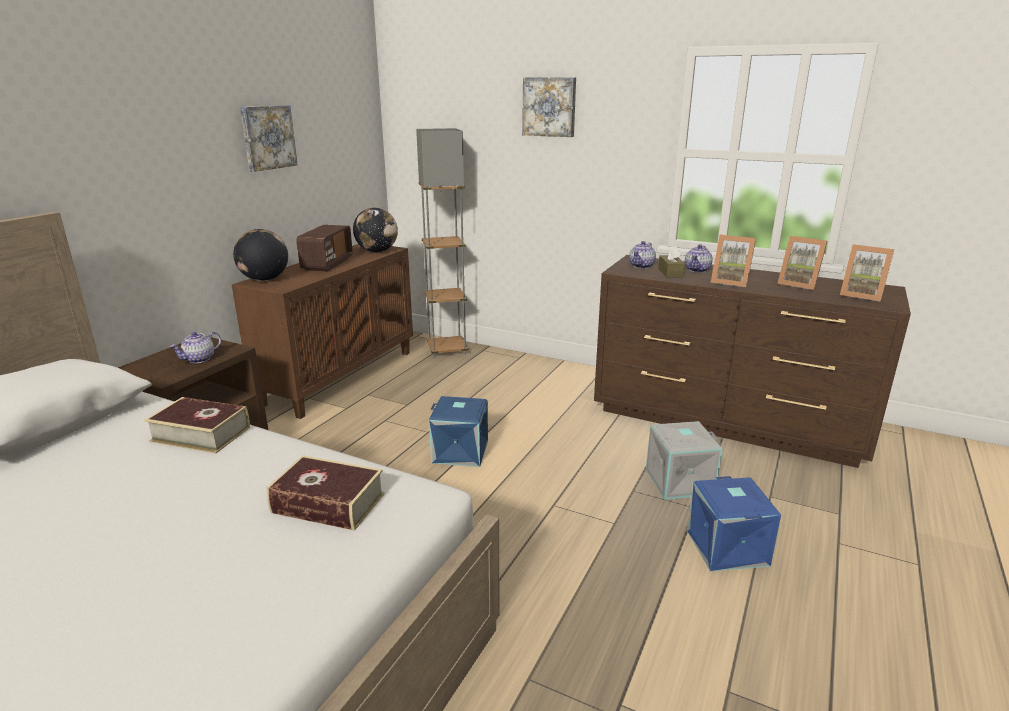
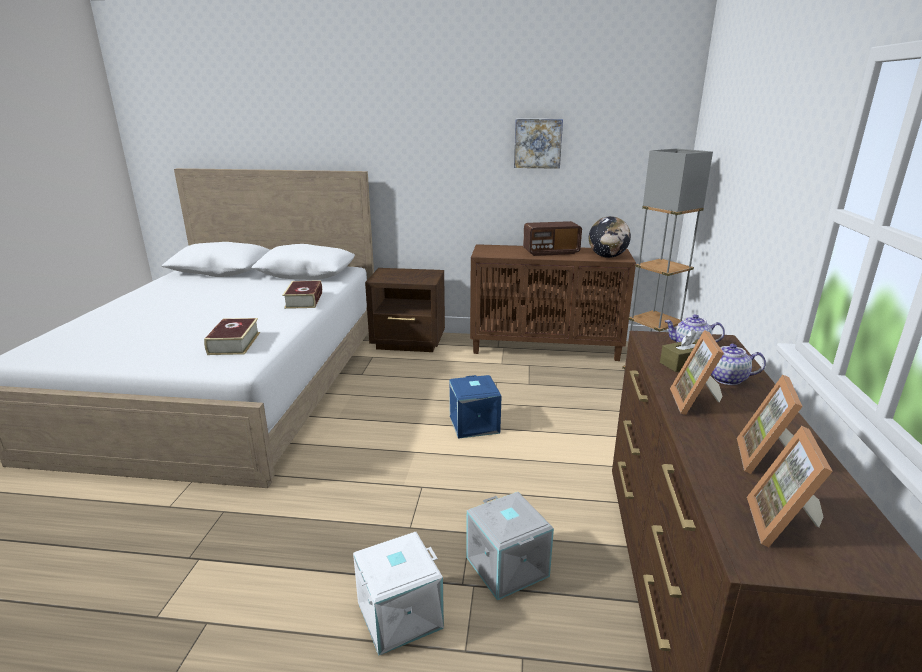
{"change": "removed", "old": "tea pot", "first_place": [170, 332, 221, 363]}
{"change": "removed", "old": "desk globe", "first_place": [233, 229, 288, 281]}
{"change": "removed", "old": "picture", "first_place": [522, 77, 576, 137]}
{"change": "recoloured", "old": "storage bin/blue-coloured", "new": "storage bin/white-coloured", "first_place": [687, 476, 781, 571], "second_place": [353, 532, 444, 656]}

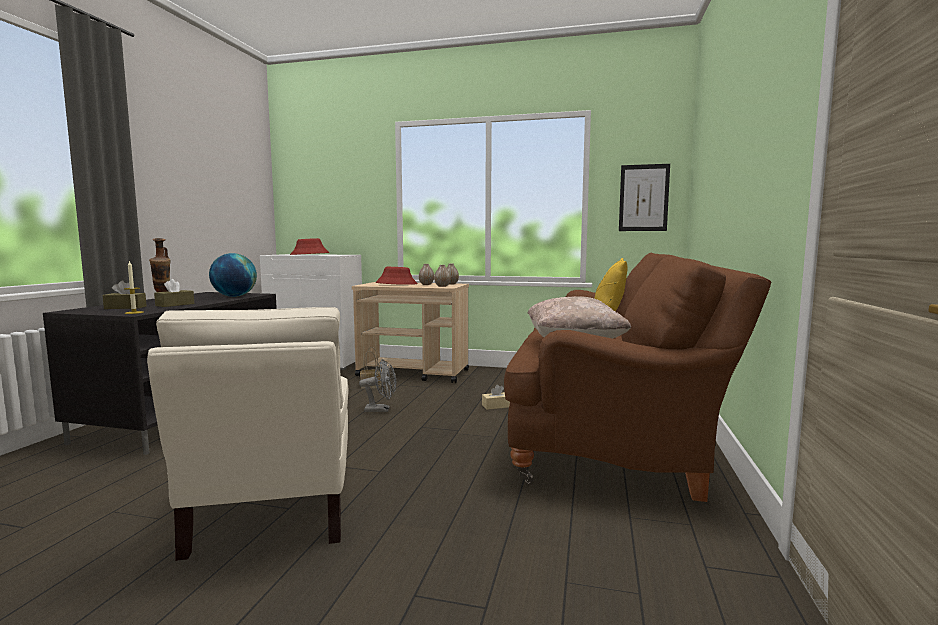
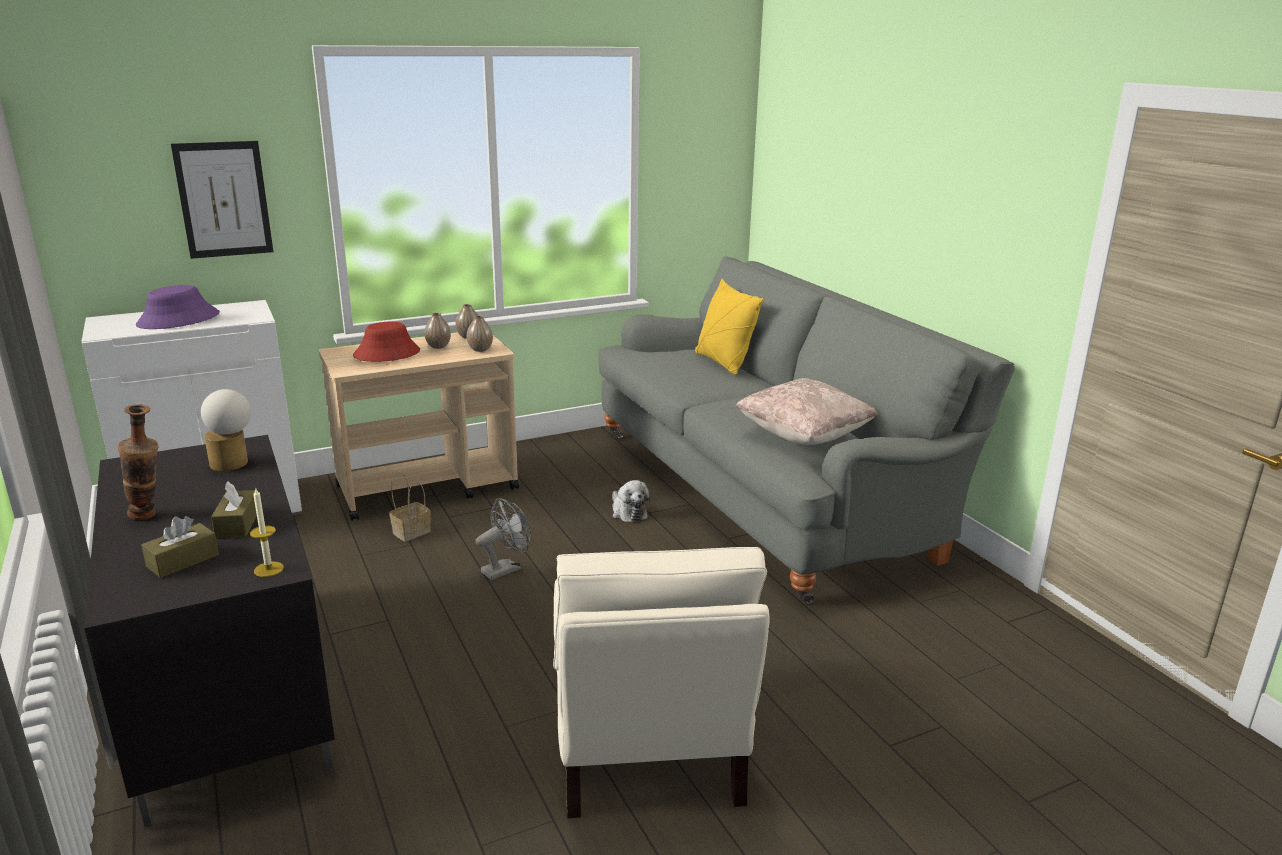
{"change": "turned", "old": "armchair/sand-coloured", "first_place": [147, 307, 349, 561], "second_place": [553, 547, 770, 818], "degrees": 45}
{"change": "replaced", "old": "desk globe", "new": "tabletop lamp", "first_place": [209, 253, 257, 297], "second_place": [201, 389, 251, 471]}
{"change": "recoloured", "old": "clothing hat/red-coloured", "new": "clothing hat/purplish", "first_place": [290, 238, 330, 255], "second_place": [136, 285, 220, 329]}
{"change": "replaced", "old": "box of tissues/sand-coloured", "new": "soft toy", "first_place": [482, 385, 510, 410], "second_place": [612, 480, 650, 523]}
{"change": "recoloured", "old": "settee/brownish", "new": "settee/grey", "first_place": [504, 253, 772, 502], "second_place": [598, 256, 1015, 604]}
{"change": "moved", "old": "picture", "first_place": [619, 164, 670, 231], "second_place": [171, 141, 273, 259]}

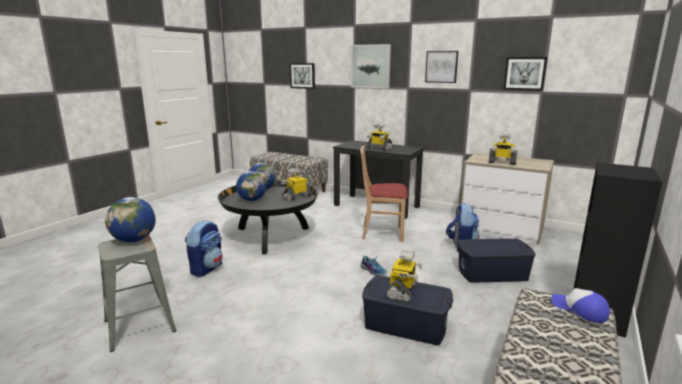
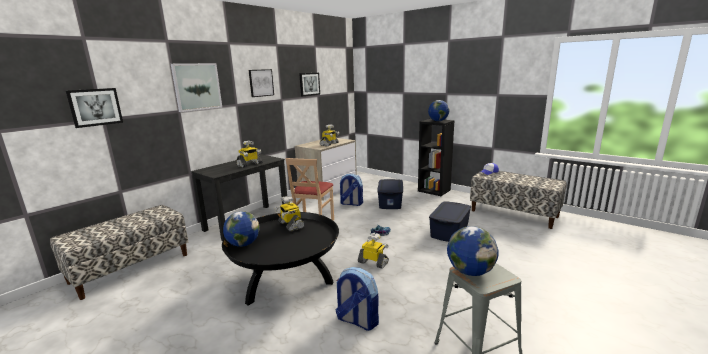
{"change": "moved", "old": "desk globe", "first_place": [236, 171, 266, 201], "second_place": [428, 100, 450, 121]}
{"change": "moved", "old": "toy robot", "first_place": [386, 250, 423, 302], "second_place": [358, 233, 389, 269]}

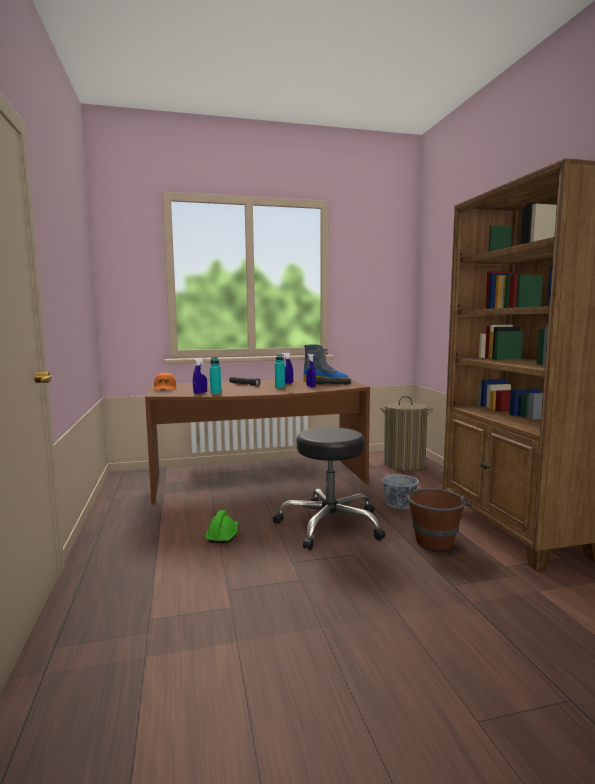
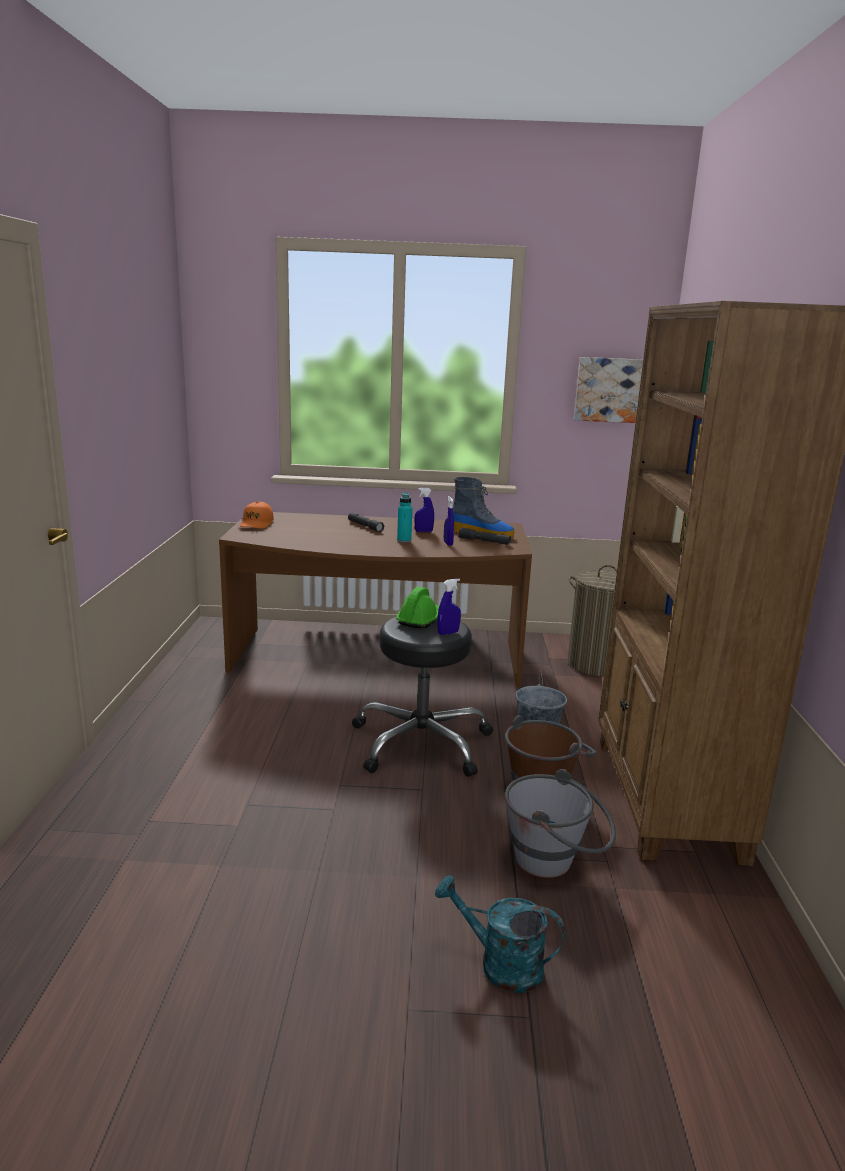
{"change": "moved", "old": "spray bottle/blue-coloured", "first_place": [193, 357, 207, 394], "second_place": [438, 578, 461, 635]}
{"change": "moved", "old": "hard hat/greenish", "first_place": [205, 510, 239, 543], "second_place": [396, 587, 439, 629]}
{"change": "removed", "old": "drink bottle/blue-green", "first_place": [210, 357, 221, 394]}
{"change": "added", "new": "watering pot/blue-green", "second_place": [435, 875, 565, 993]}
{"change": "added", "new": "bucket/grey", "second_place": [505, 769, 616, 878]}
{"change": "added", "new": "picture", "second_place": [574, 357, 643, 423]}

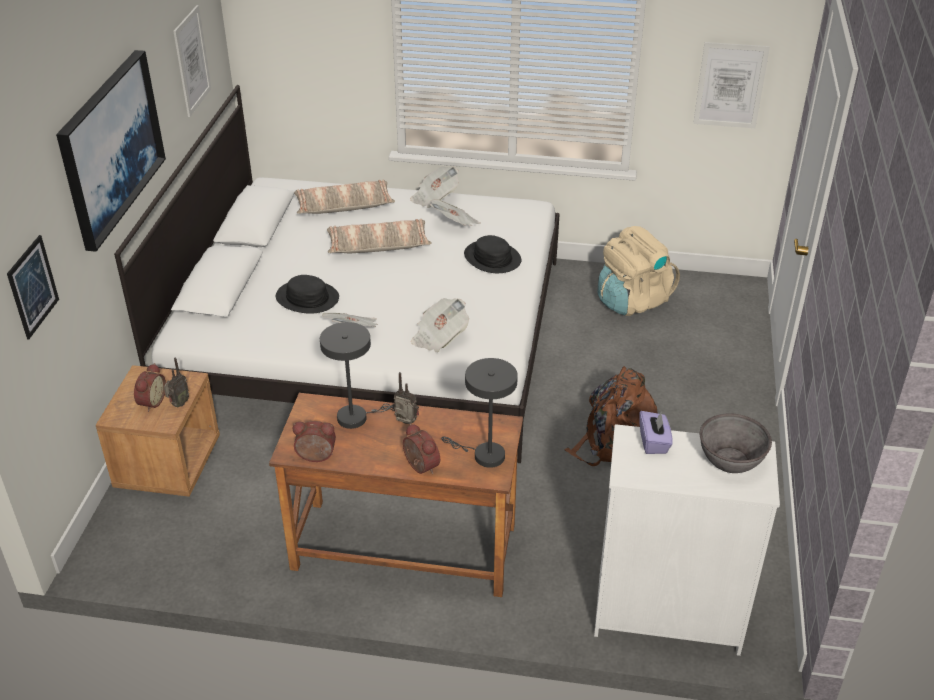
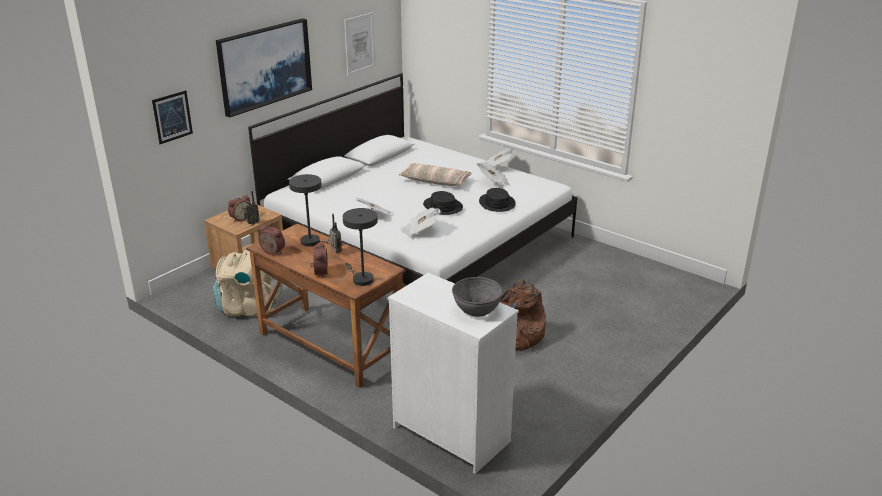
{"change": "moved", "old": "clothing hat/black-coloured", "first_place": [276, 275, 339, 314], "second_place": [423, 191, 463, 215]}
{"change": "removed", "old": "cushion", "first_place": [294, 180, 395, 214]}
{"change": "moved", "old": "knapsack/sand-coloured", "first_place": [598, 226, 680, 316], "second_place": [212, 250, 283, 316]}
{"change": "removed", "old": "box of tissues/purplish", "first_place": [639, 411, 673, 454]}
{"change": "removed", "old": "picture", "first_place": [693, 42, 770, 128]}

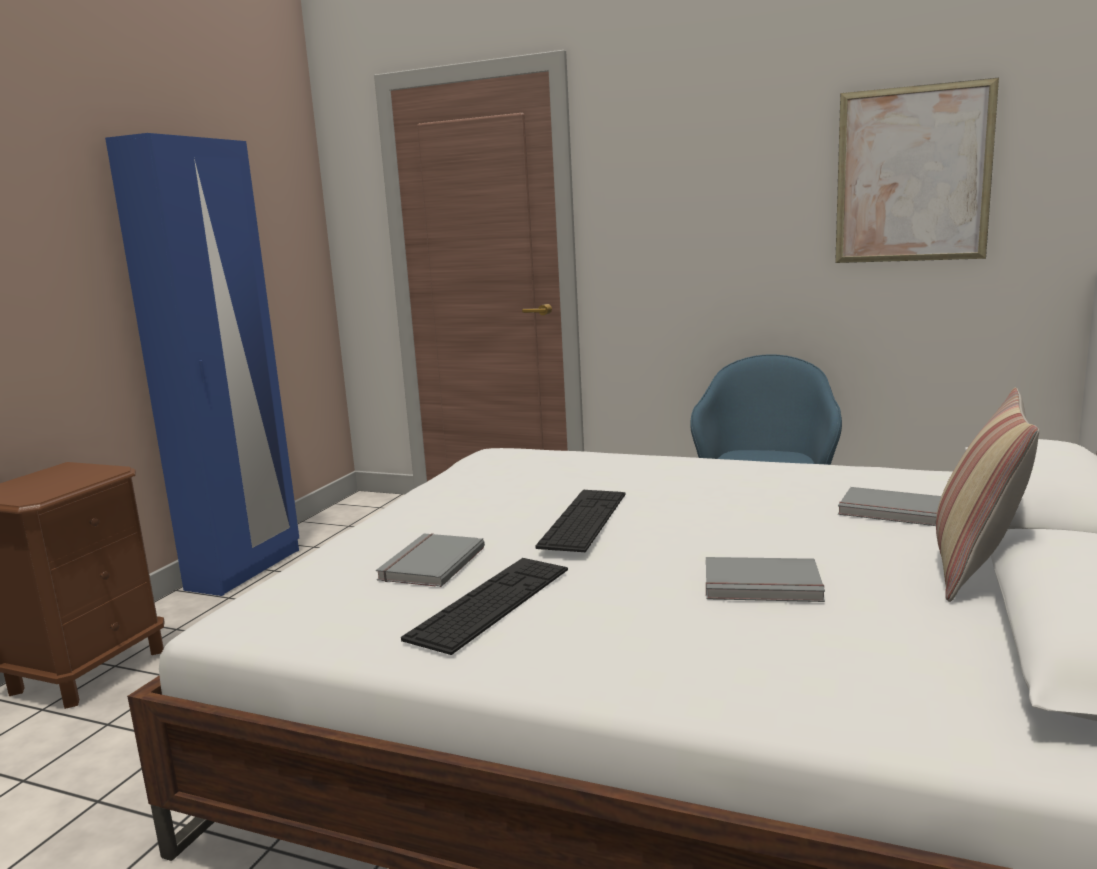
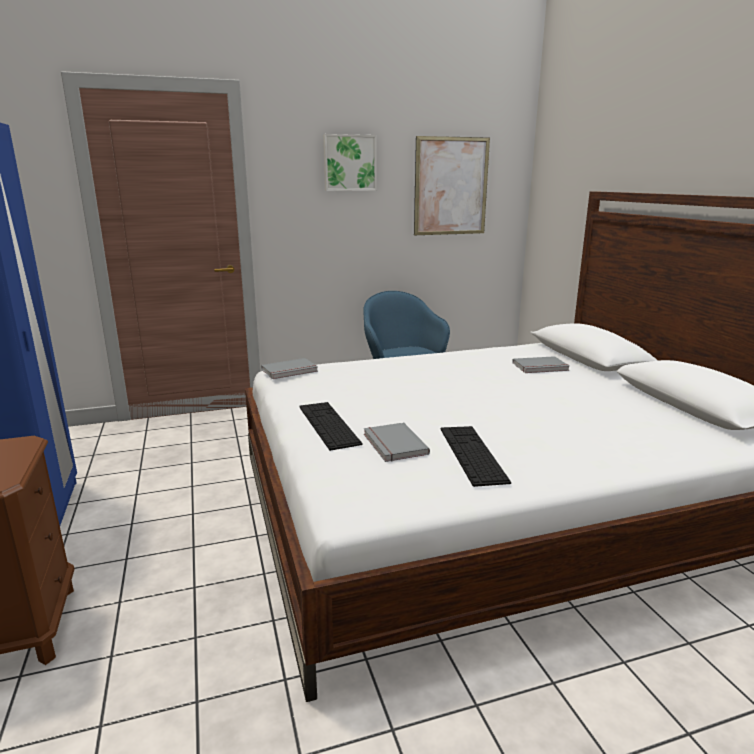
{"change": "moved", "old": "keyboard", "first_place": [535, 490, 626, 552], "second_place": [299, 402, 363, 451]}
{"change": "moved", "old": "bound book/grey", "first_place": [706, 557, 825, 602], "second_place": [261, 358, 318, 379]}
{"change": "removed", "old": "cushion", "first_place": [936, 387, 1039, 602]}
{"change": "added", "new": "picture", "second_place": [323, 134, 377, 191]}

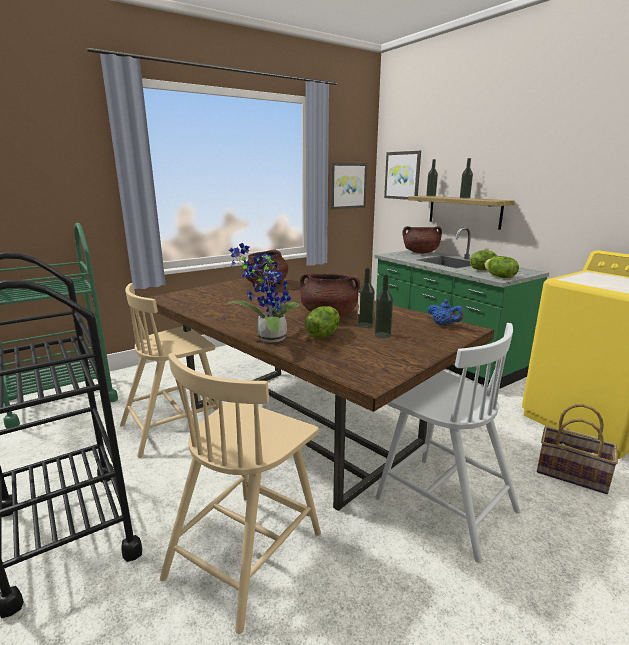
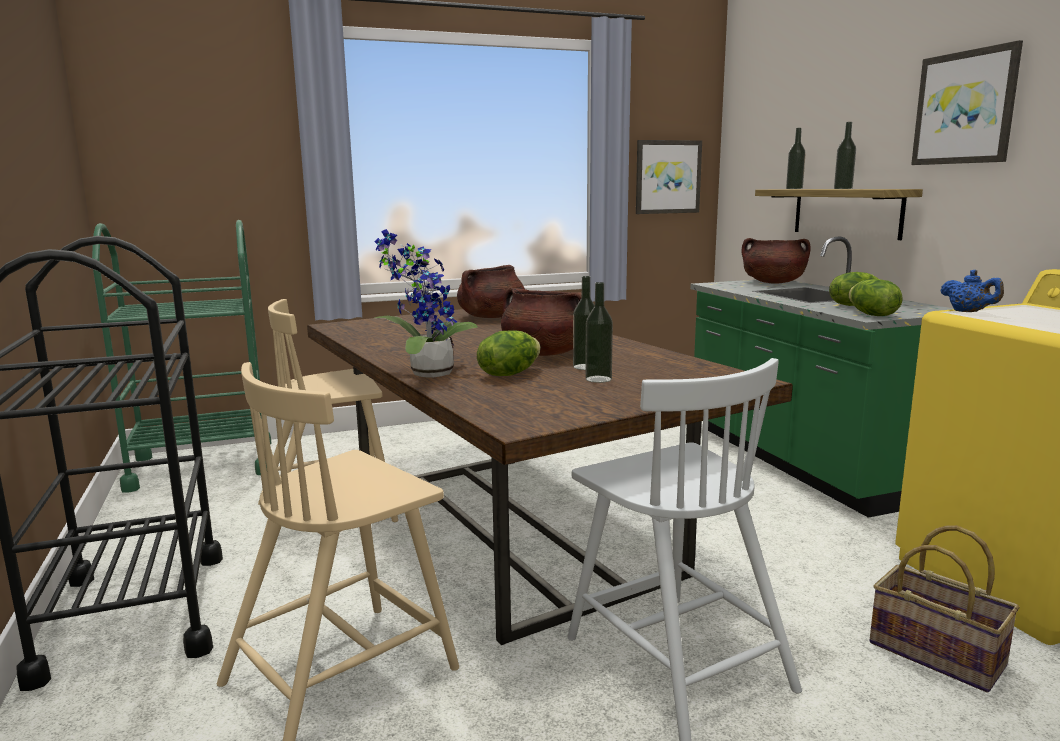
{"change": "moved", "old": "picture", "first_place": [384, 151, 421, 200], "second_place": [911, 40, 1023, 165]}
{"change": "moved", "old": "tea pot/blue-coloured", "first_place": [428, 300, 464, 326], "second_place": [940, 270, 1004, 312]}

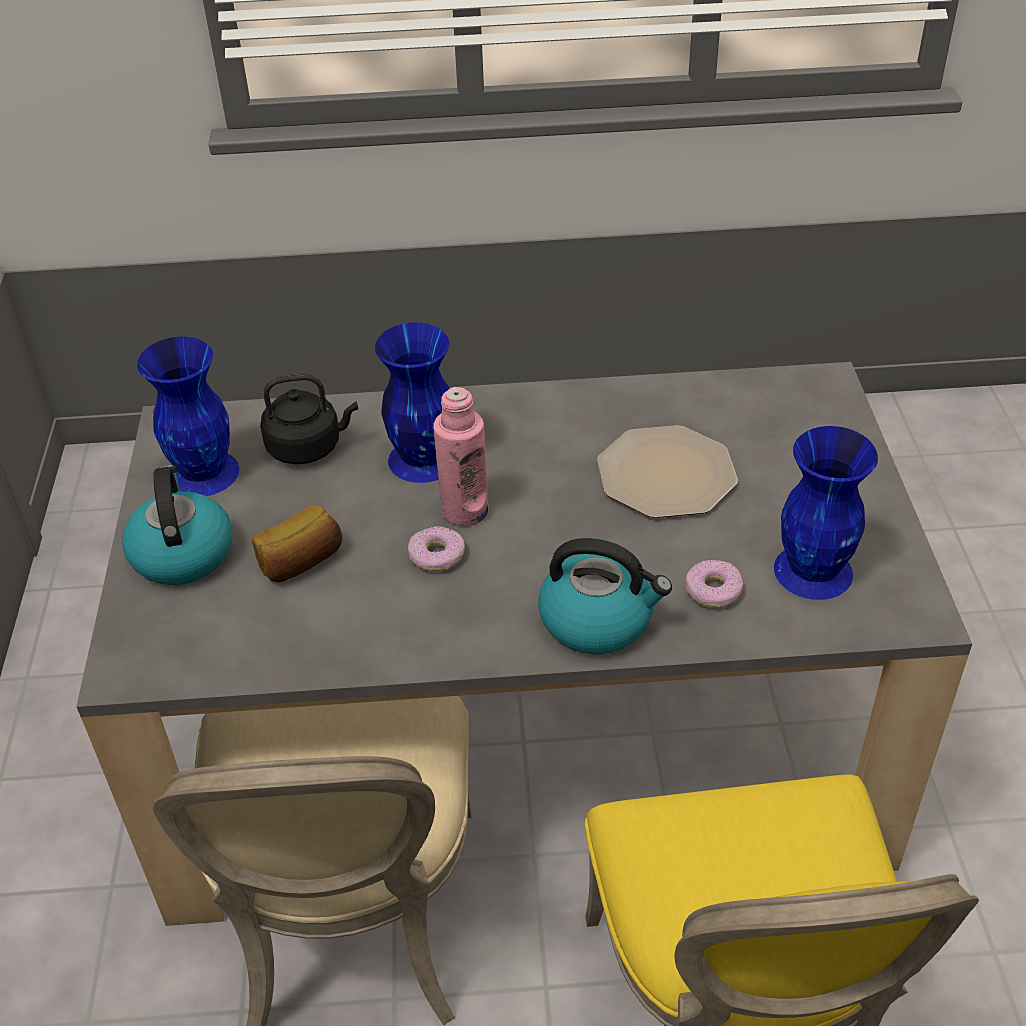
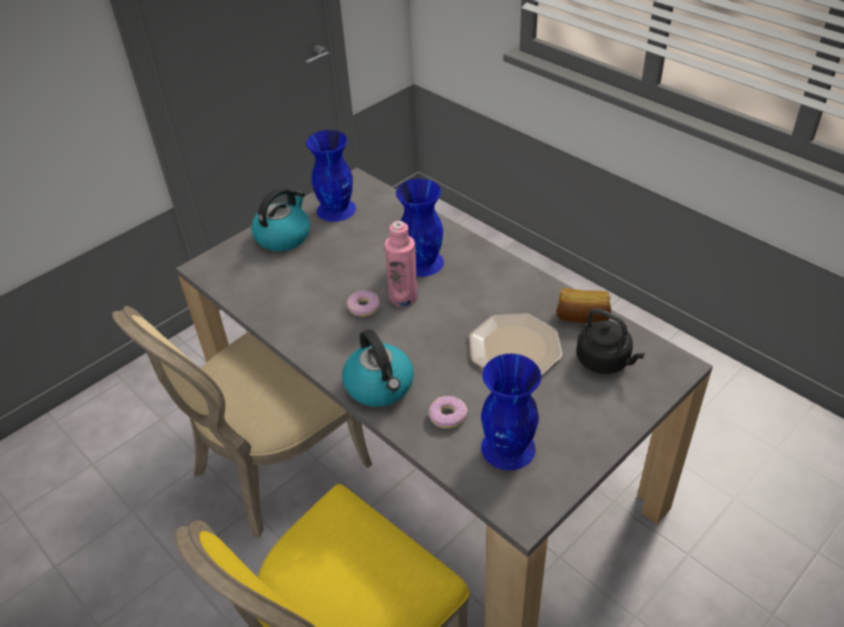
{"change": "moved", "old": "baked bread", "first_place": [252, 505, 342, 583], "second_place": [556, 288, 611, 323]}
{"change": "moved", "old": "tea kettle/black-coloured", "first_place": [260, 374, 358, 464], "second_place": [576, 309, 645, 374]}

